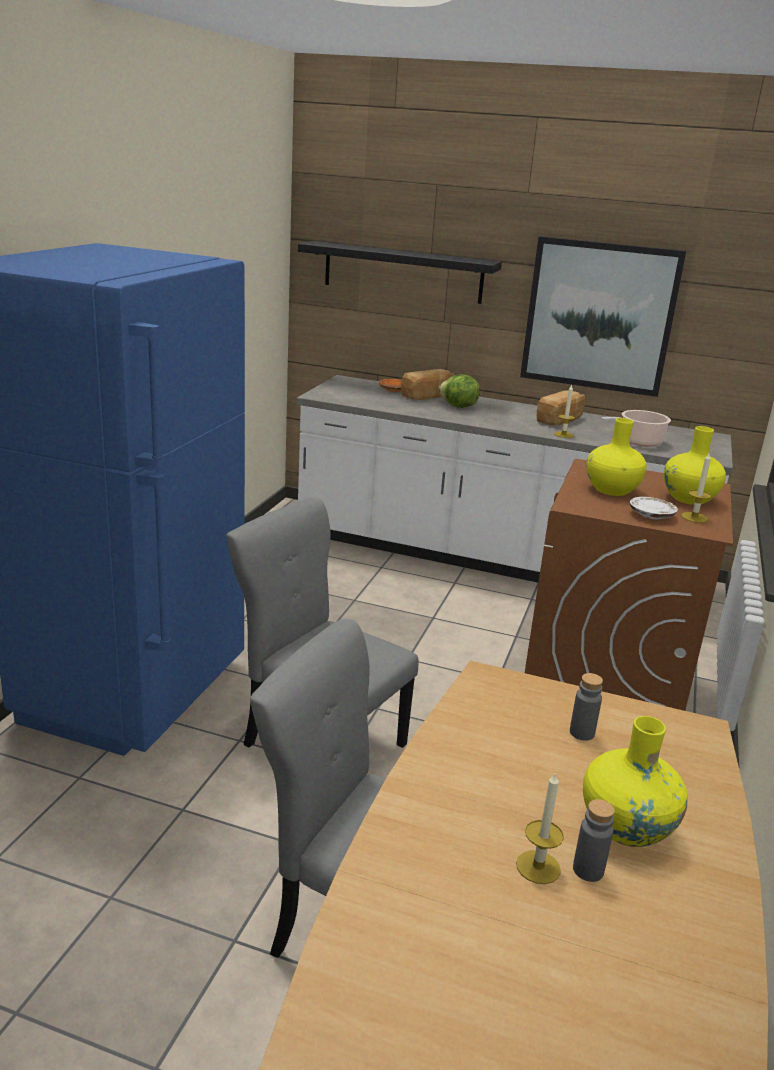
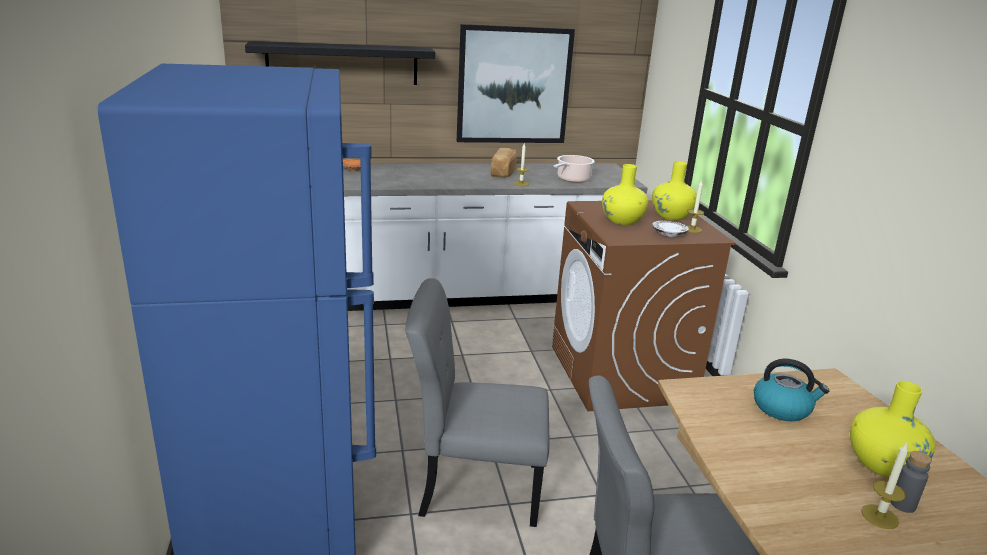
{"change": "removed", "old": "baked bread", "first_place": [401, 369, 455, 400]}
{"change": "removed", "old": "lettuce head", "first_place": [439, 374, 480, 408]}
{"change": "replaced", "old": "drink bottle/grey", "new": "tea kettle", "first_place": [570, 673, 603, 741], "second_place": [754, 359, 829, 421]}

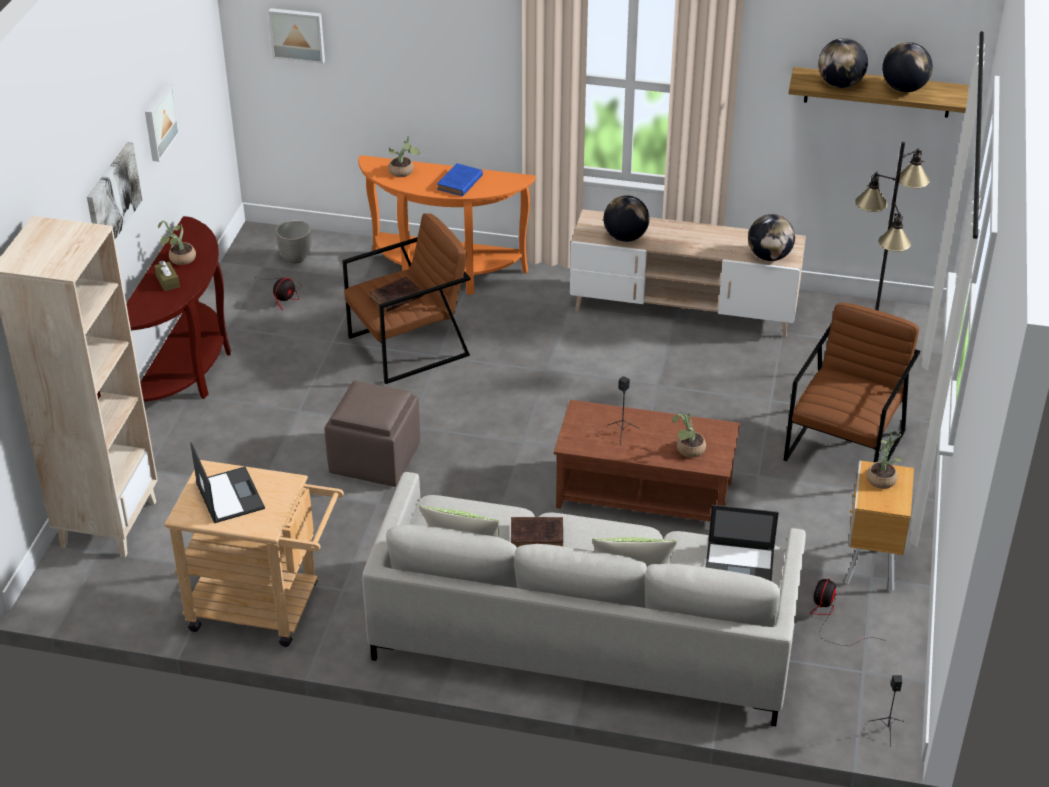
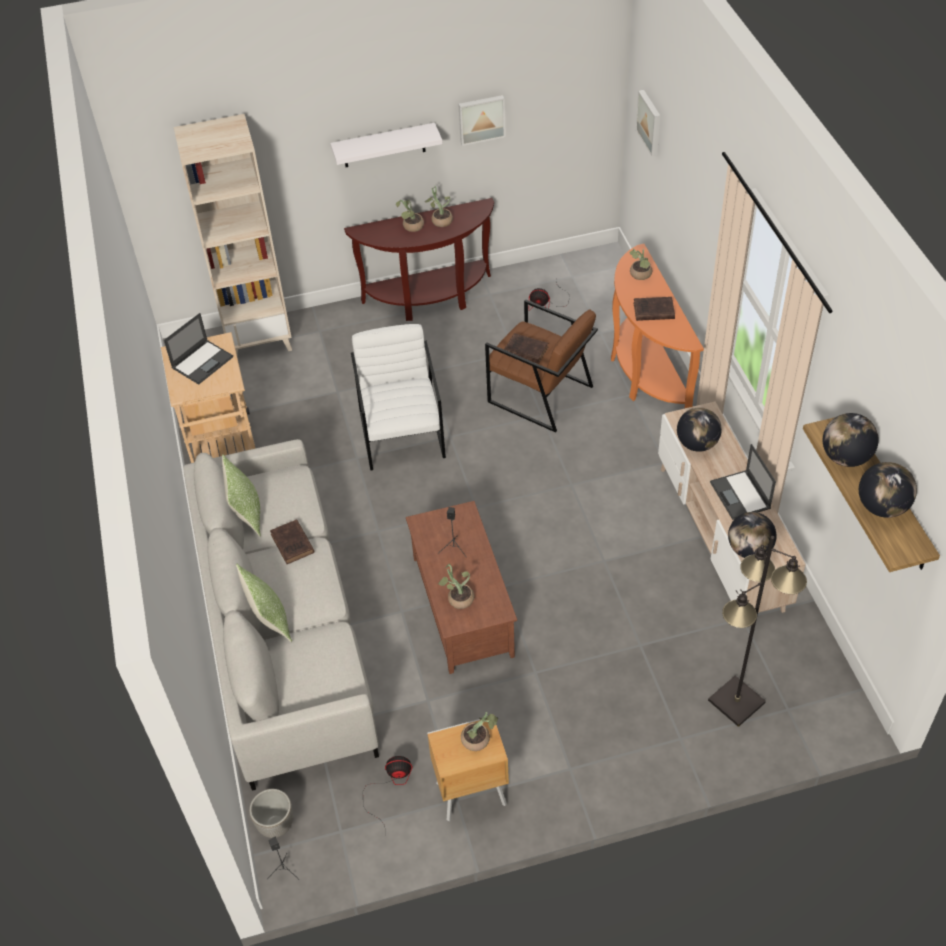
{"change": "replaced", "old": "picture", "new": "shelf/white-coloured", "first_place": [87, 142, 142, 239], "second_place": [330, 123, 442, 167]}
{"change": "replaced", "old": "box of tissues/brownish", "new": "houseplant", "first_place": [154, 261, 180, 291], "second_place": [396, 199, 424, 232]}
{"change": "moved", "old": "plant pot", "first_place": [275, 220, 312, 263], "second_place": [249, 789, 293, 838]}
{"change": "replaced", "old": "footrest/brownish", "new": "armchair/white-coloured", "first_place": [324, 380, 420, 487], "second_place": [351, 324, 446, 471]}
{"change": "recoloured", "old": "bound book/blue-coloured", "new": "bound book/brownish", "first_place": [437, 163, 483, 196], "second_place": [634, 297, 675, 321]}
{"change": "moved", "old": "portable computer", "first_place": [706, 505, 779, 582], "second_place": [710, 444, 776, 520]}
{"change": "removed", "old": "armchair/brownish", "first_place": [784, 303, 920, 462]}

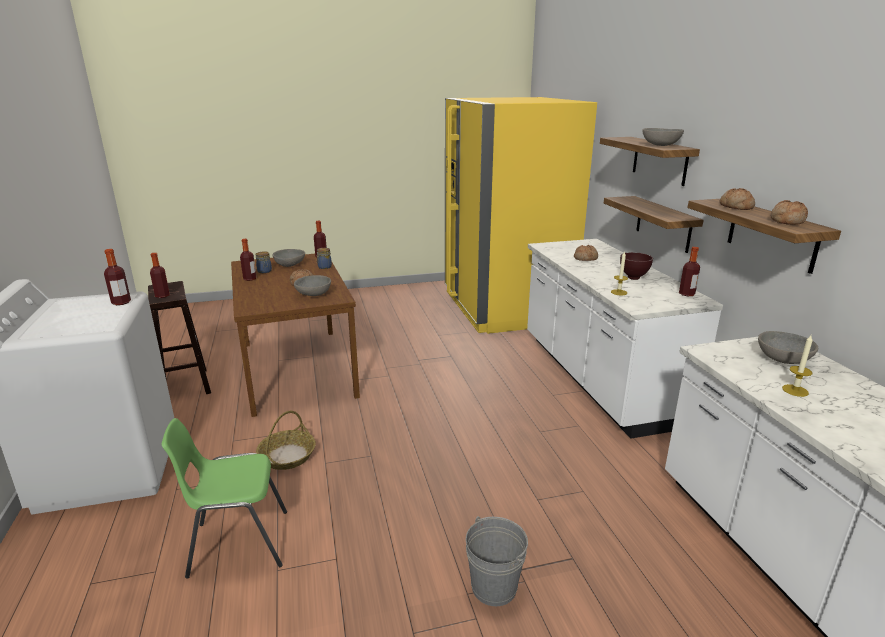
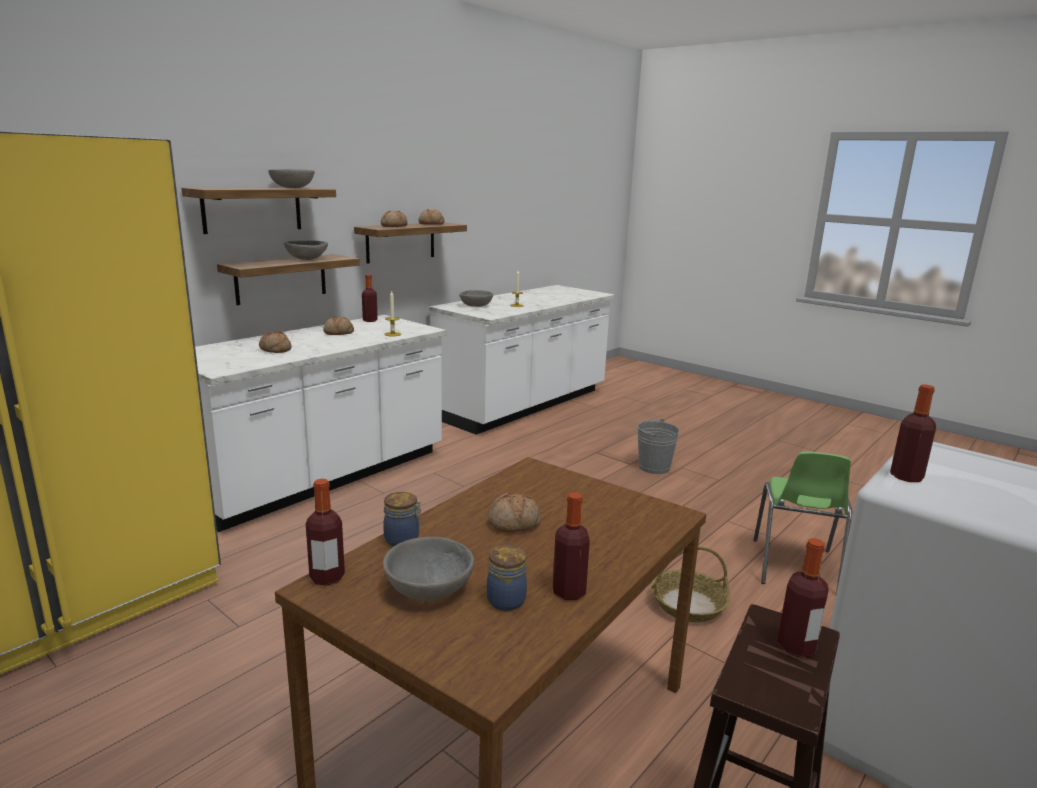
{"change": "turned", "old": "upright chair/greenish", "first_place": [162, 418, 287, 579], "second_place": [754, 452, 852, 594], "degrees": 60}
{"change": "moved", "old": "serving bowl/grey", "first_place": [294, 275, 331, 296], "second_place": [284, 240, 328, 260]}
{"change": "replaced", "old": "serving bowl/brownish", "new": "baked bread", "first_place": [620, 252, 653, 280], "second_place": [323, 316, 354, 335]}

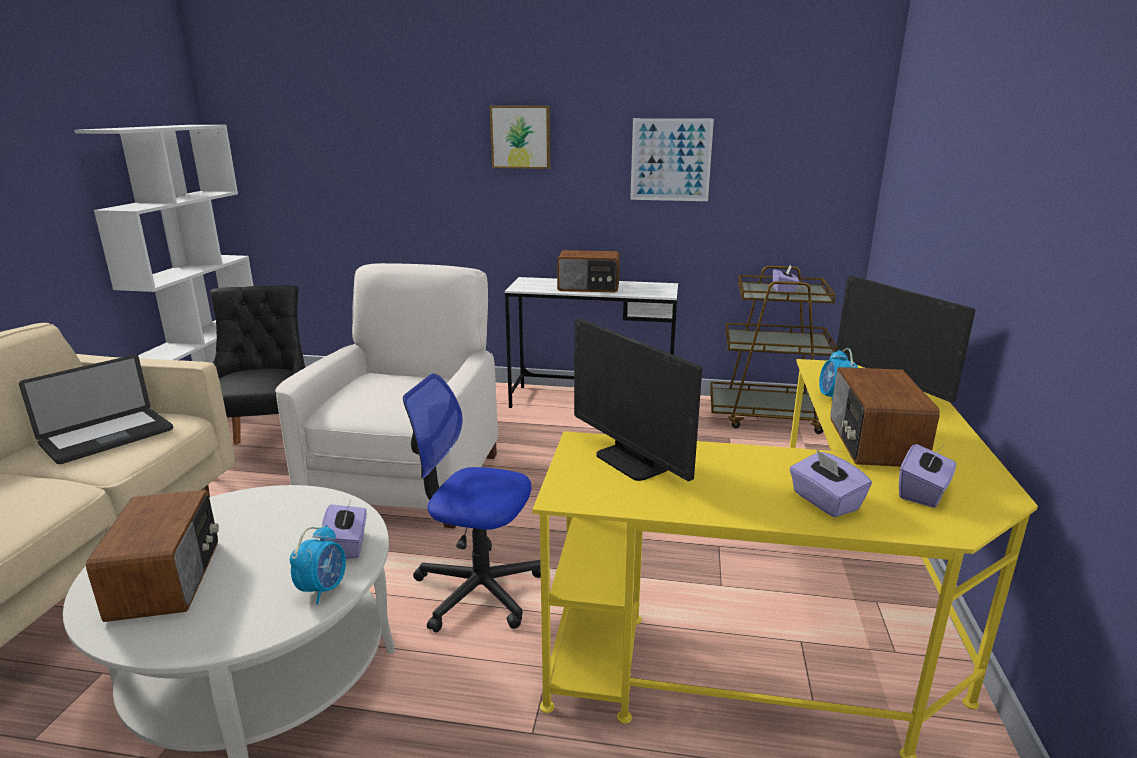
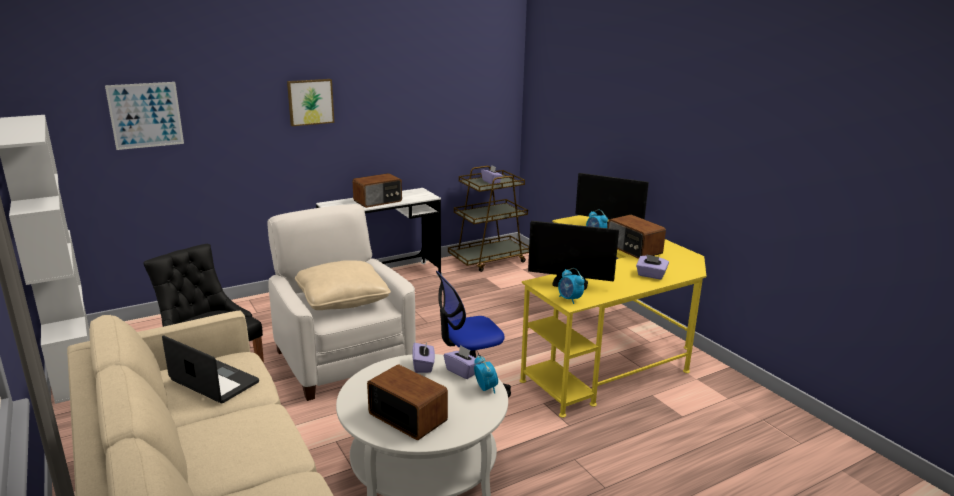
{"change": "turned", "old": "portable computer", "first_place": [19, 355, 173, 464], "second_place": [162, 335, 259, 403], "degrees": -60}
{"change": "moved", "old": "picture", "first_place": [630, 118, 714, 201], "second_place": [105, 82, 184, 150]}
{"change": "moved", "old": "box of tissues/purplish", "first_place": [899, 444, 956, 508], "second_place": [413, 342, 435, 373]}
{"change": "added", "new": "cushion/sand-coloured", "second_place": [295, 260, 391, 310]}
{"change": "added", "new": "table clock", "second_place": [558, 268, 585, 304]}

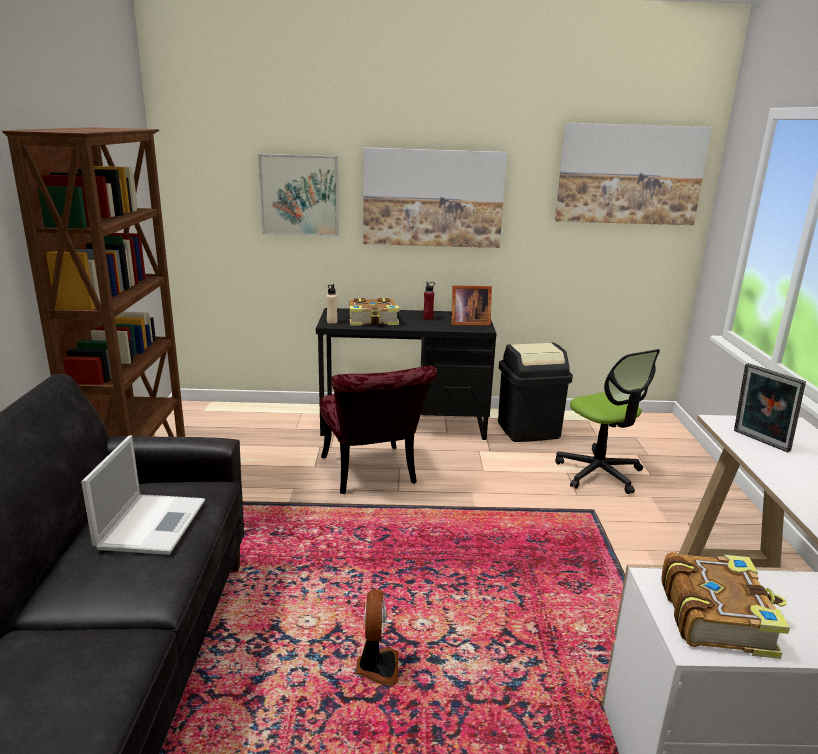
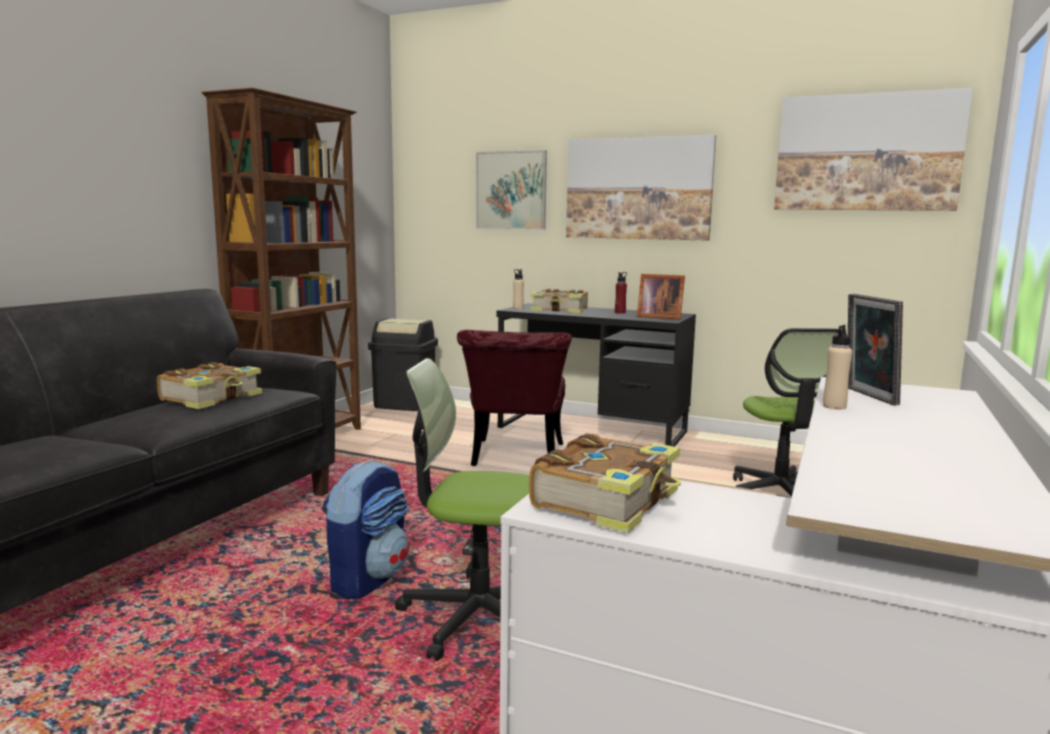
{"change": "replaced", "old": "portable computer", "new": "bound book", "first_place": [81, 435, 205, 555], "second_place": [157, 362, 262, 409]}
{"change": "replaced", "old": "fan", "new": "knapsack", "first_place": [356, 590, 398, 686], "second_place": [323, 459, 409, 599]}
{"change": "moved", "old": "rubbish bin/black-coloured", "first_place": [498, 343, 573, 442], "second_place": [368, 318, 438, 411]}
{"change": "added", "new": "office chair", "second_place": [395, 358, 529, 661]}
{"change": "added", "new": "drink bottle/sand-coloured", "second_place": [823, 325, 852, 409]}

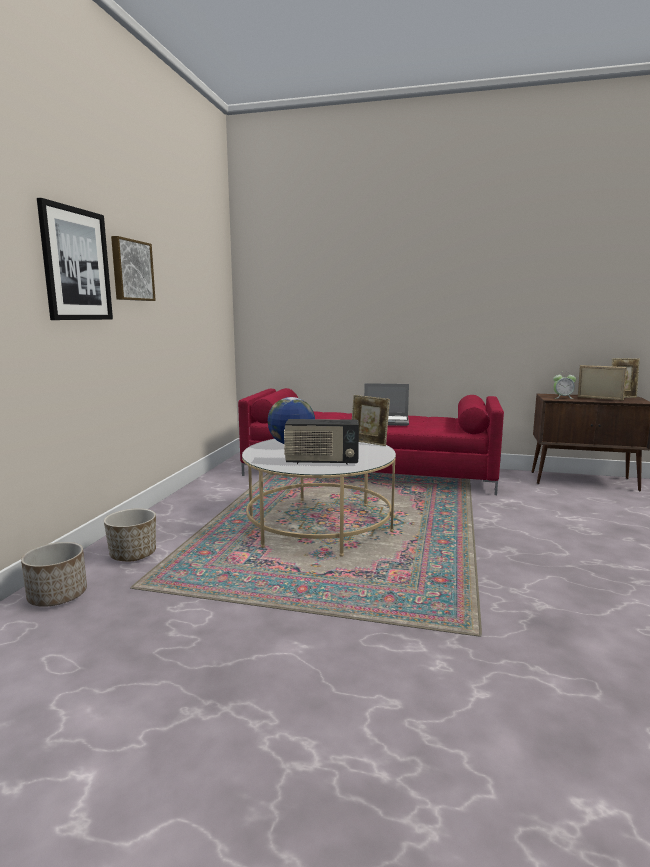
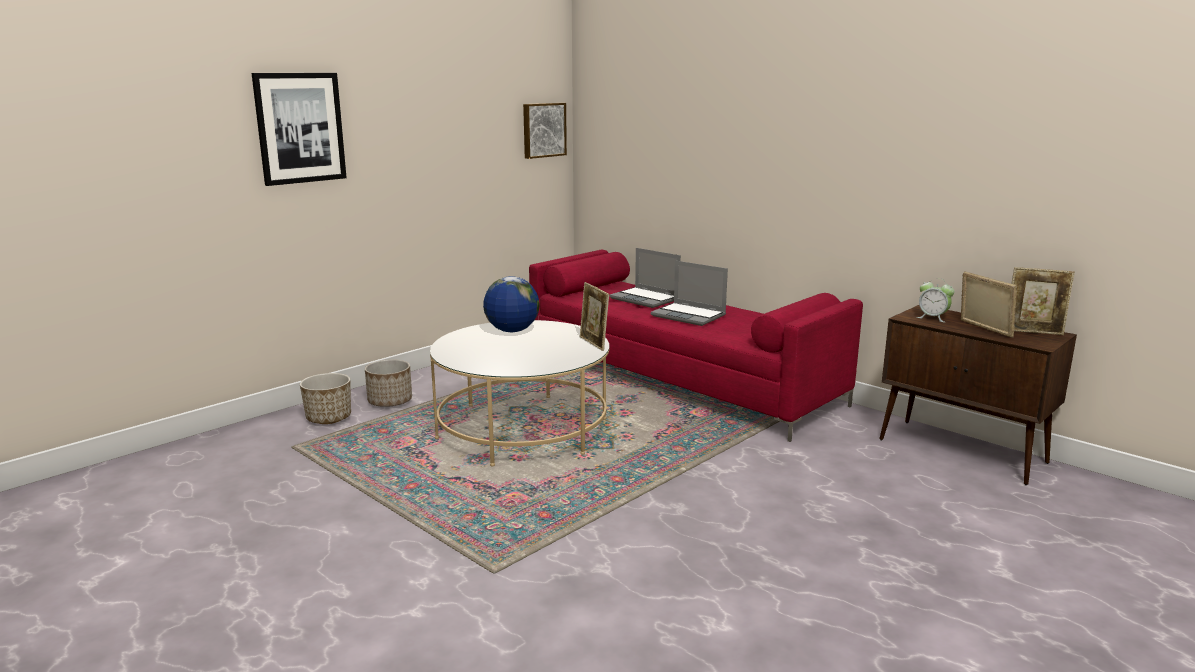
{"change": "moved", "old": "plant pot", "first_place": [21, 542, 87, 607], "second_place": [365, 359, 412, 407]}
{"change": "moved", "old": "picture", "first_place": [111, 236, 156, 301], "second_place": [523, 103, 567, 159]}
{"change": "removed", "old": "radio receiver", "first_place": [284, 419, 359, 465]}
{"change": "added", "new": "portable computer", "second_place": [609, 248, 681, 308]}

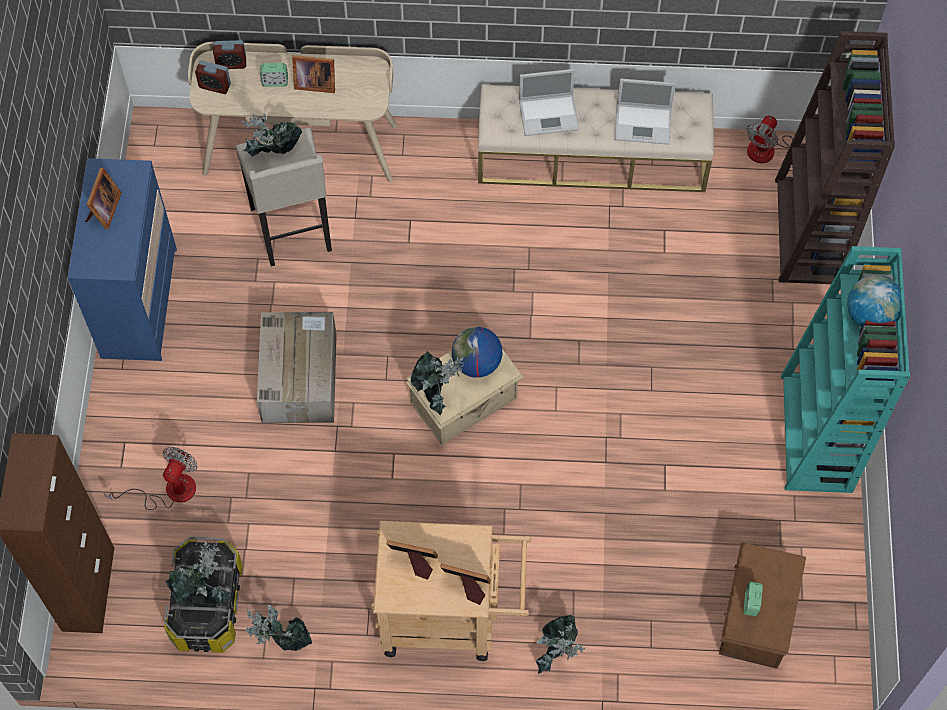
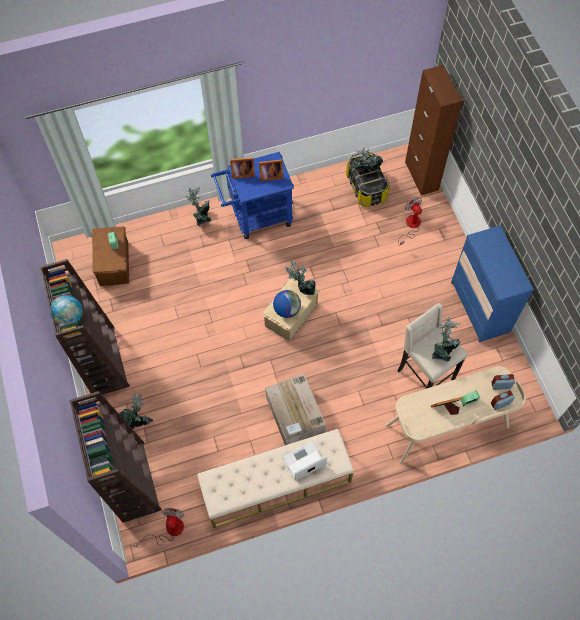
{"change": "removed", "old": "photo frame", "first_place": [85, 168, 122, 229]}
{"change": "turned", "old": "fan", "first_place": [104, 447, 198, 510], "second_place": [398, 197, 422, 246], "degrees": 150}
{"change": "moved", "old": "houseplant", "first_place": [245, 604, 312, 651], "second_place": [119, 393, 153, 429]}
{"change": "moved", "old": "cardboard box", "first_place": [257, 312, 337, 423], "second_place": [265, 374, 326, 445]}
{"change": "recoloured", "old": "cart/sand-coloured", "new": "cart/blue-coloured", "first_place": [371, 521, 531, 661], "second_place": [211, 152, 294, 239]}
{"change": "removed", "old": "portable computer", "first_place": [614, 78, 676, 145]}
{"change": "recoloured", "old": "bookshelf/blue-green", "new": "bookshelf/brownish", "first_place": [781, 246, 910, 493], "second_place": [40, 259, 130, 395]}

